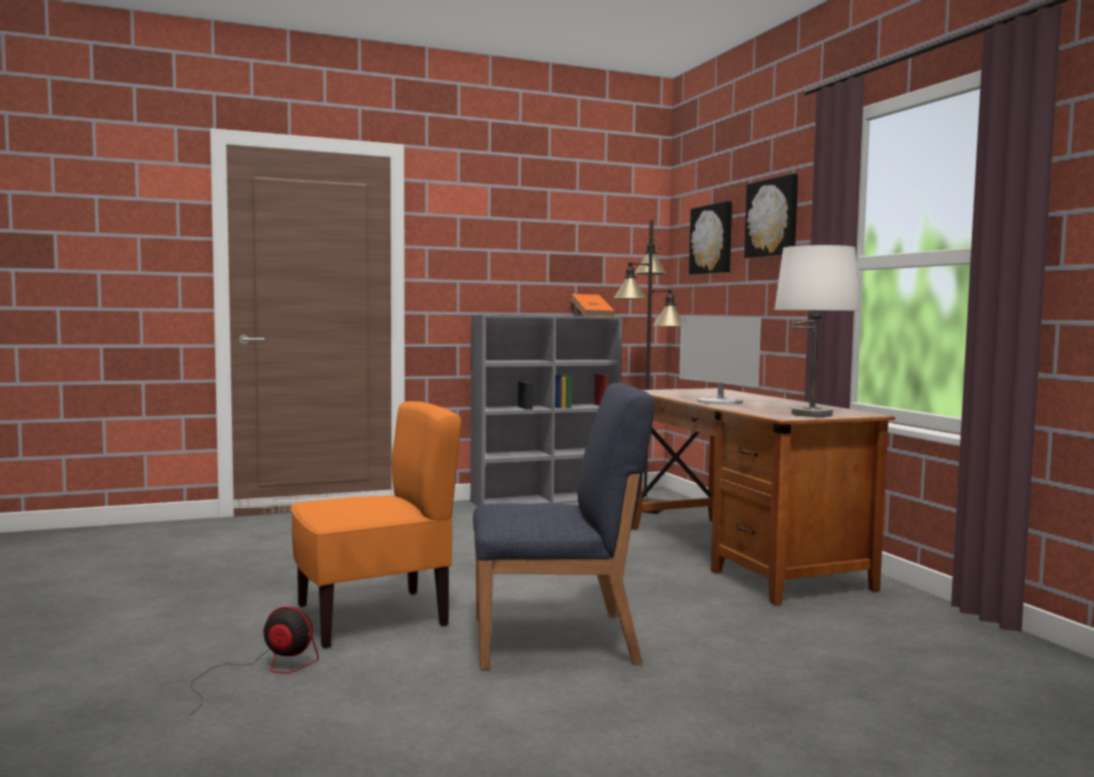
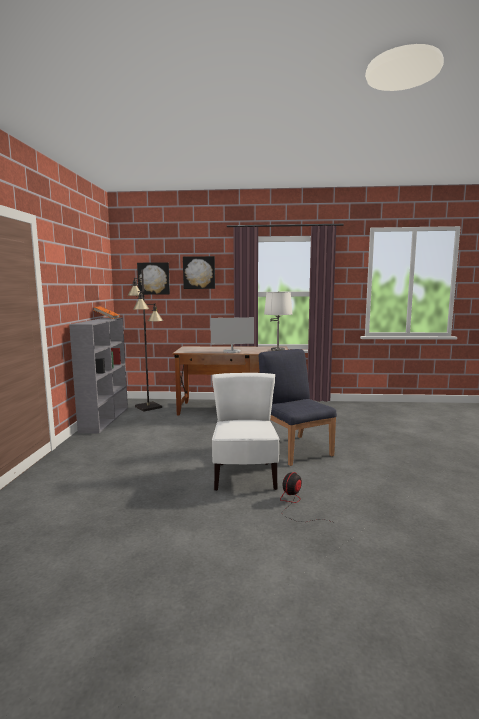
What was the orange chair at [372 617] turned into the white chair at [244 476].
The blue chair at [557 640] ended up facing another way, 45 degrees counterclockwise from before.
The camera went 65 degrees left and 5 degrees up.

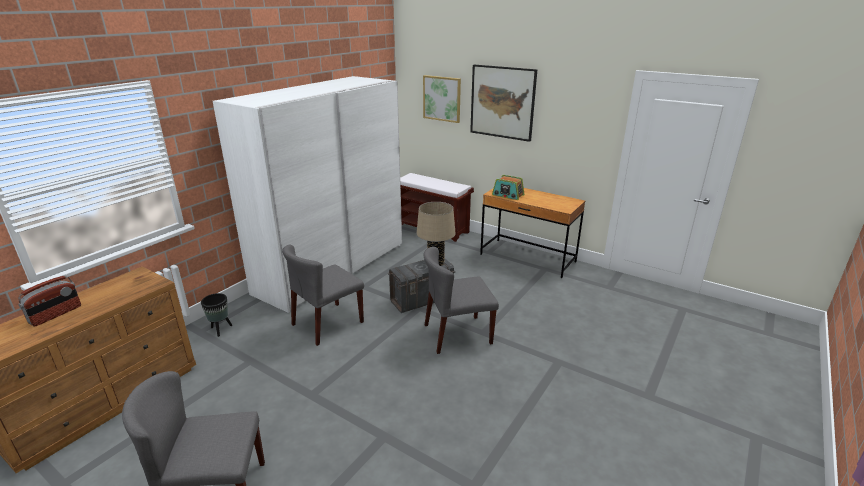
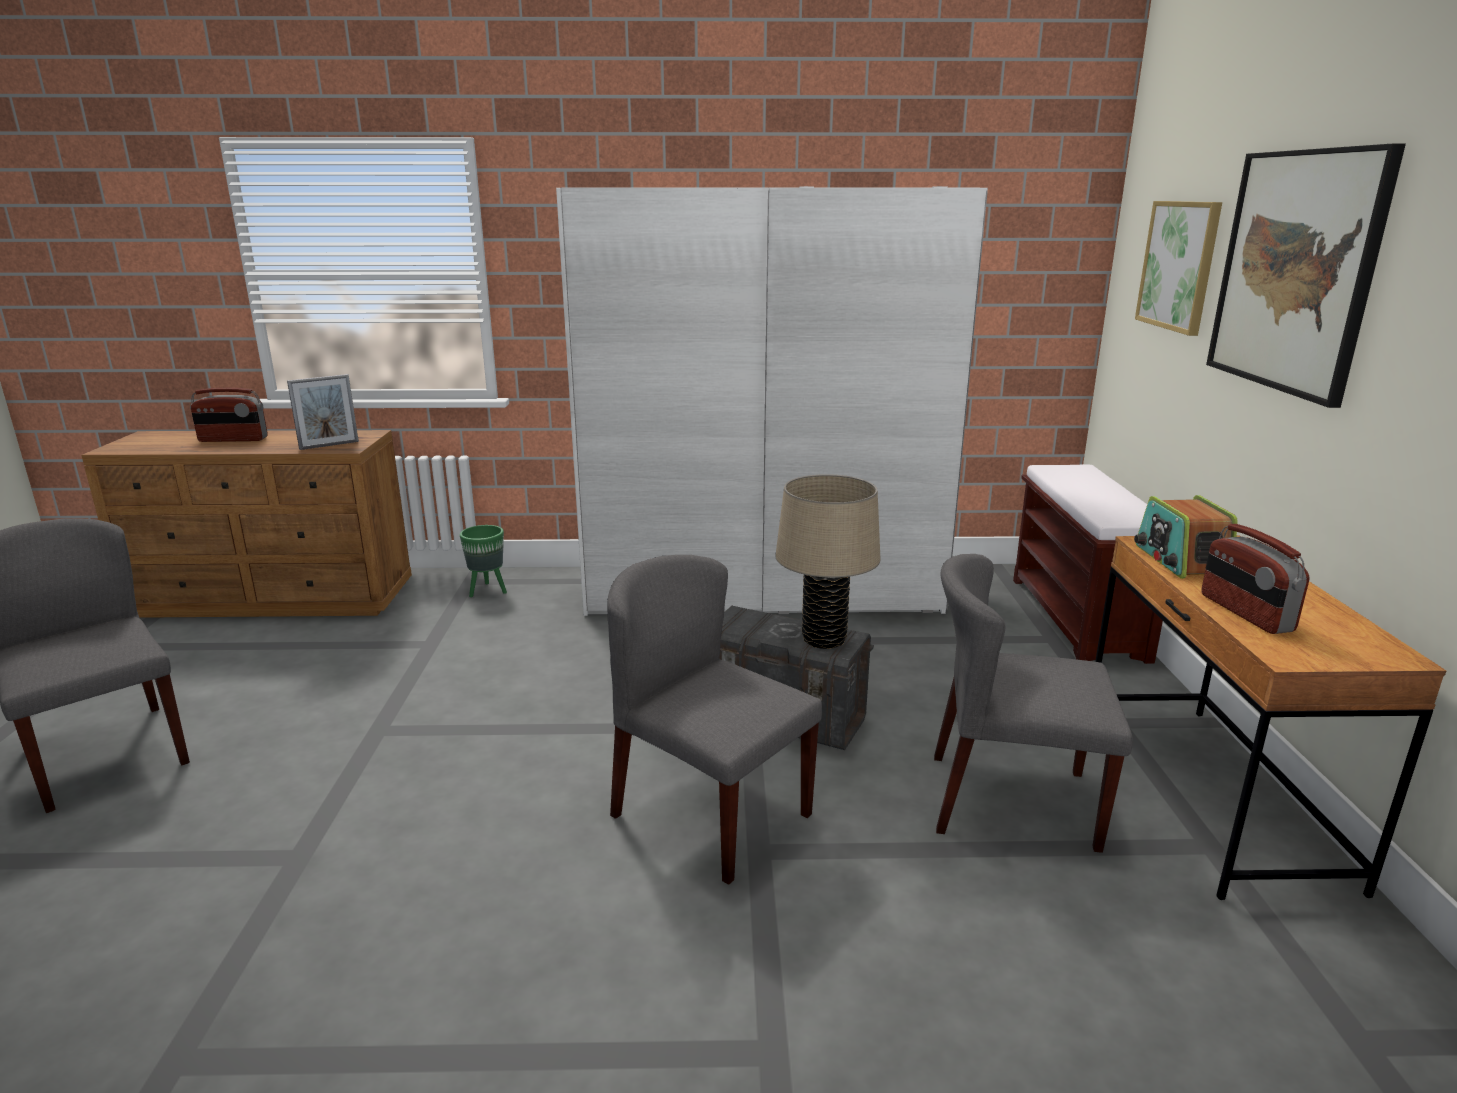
The second view gained the picture frame at [329 445].
The second view gained the radio at [1245 613].
The grey chair ended up elsewhere, having gone from [327 323] to [1010 801].
What was the black planter at [220 329] turned into the green planter at [488 591].
The camera went 55 degrees right and 5 degrees down.

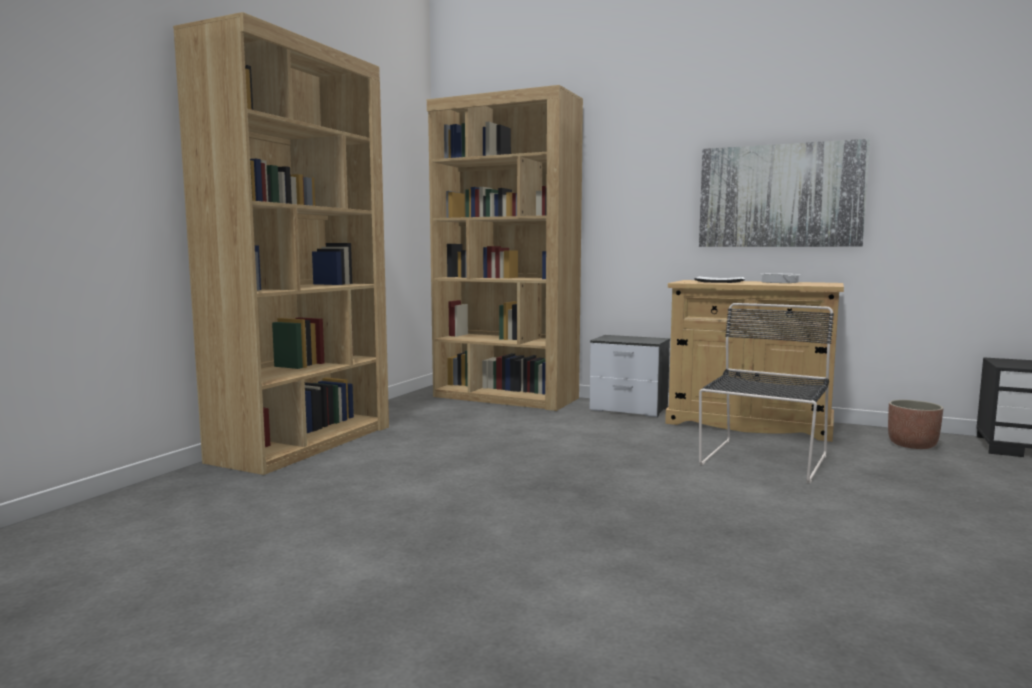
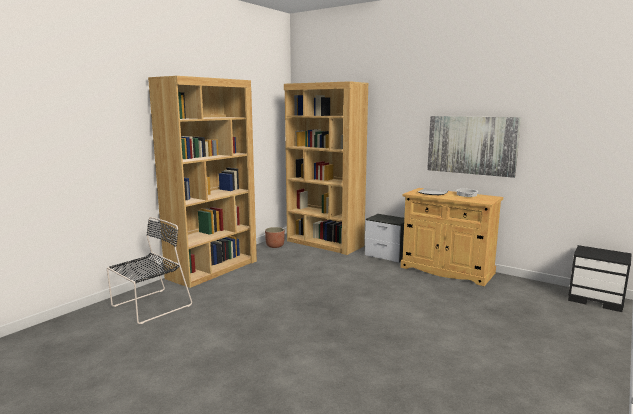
The black chair ended up elsewhere, having gone from [762 461] to [149 306].
The planter ended up elsewhere, having gone from [912 445] to [275 246].
The camera went 10 degrees right and 5 degrees up.

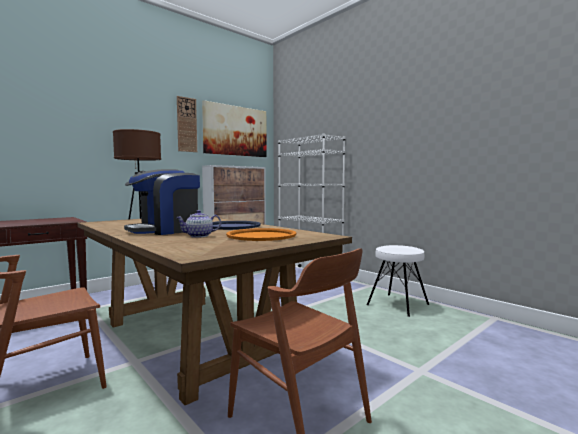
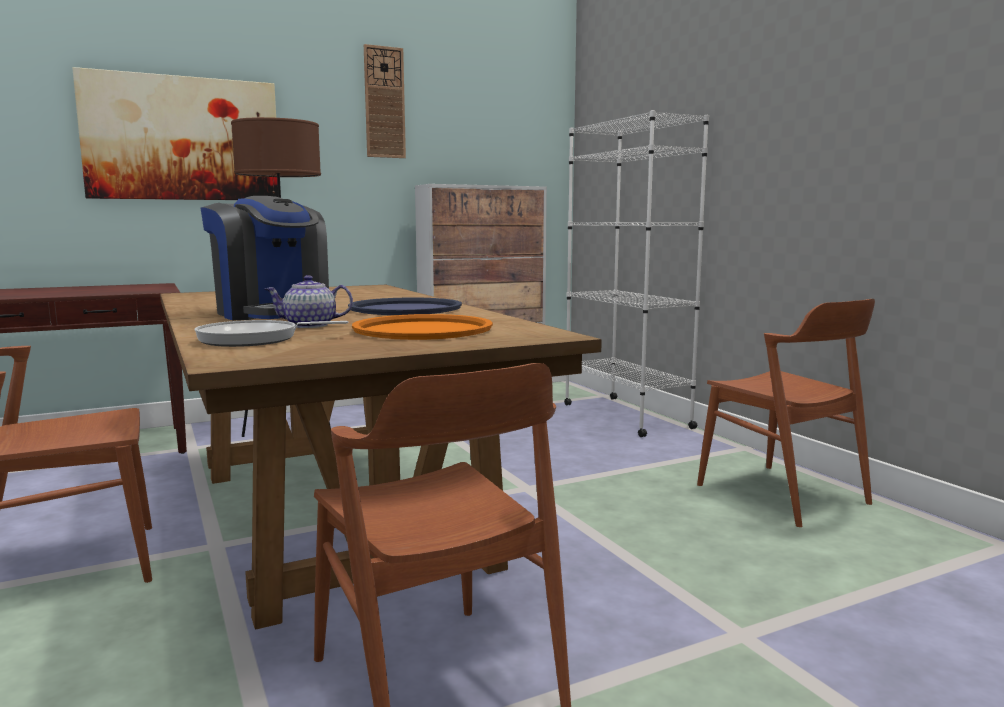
The second view gained the frying pan at [254 339].
The picture ended up elsewhere, having gone from [235 131] to [183 139].
Where the white stool stood at [398 304], the brown chair came to stand at [782 494].
The coffee machine at [165 230] ended up facing another way, 105 degrees counterclockwise from before.
The camera went 15 degrees right and 5 degrees up.

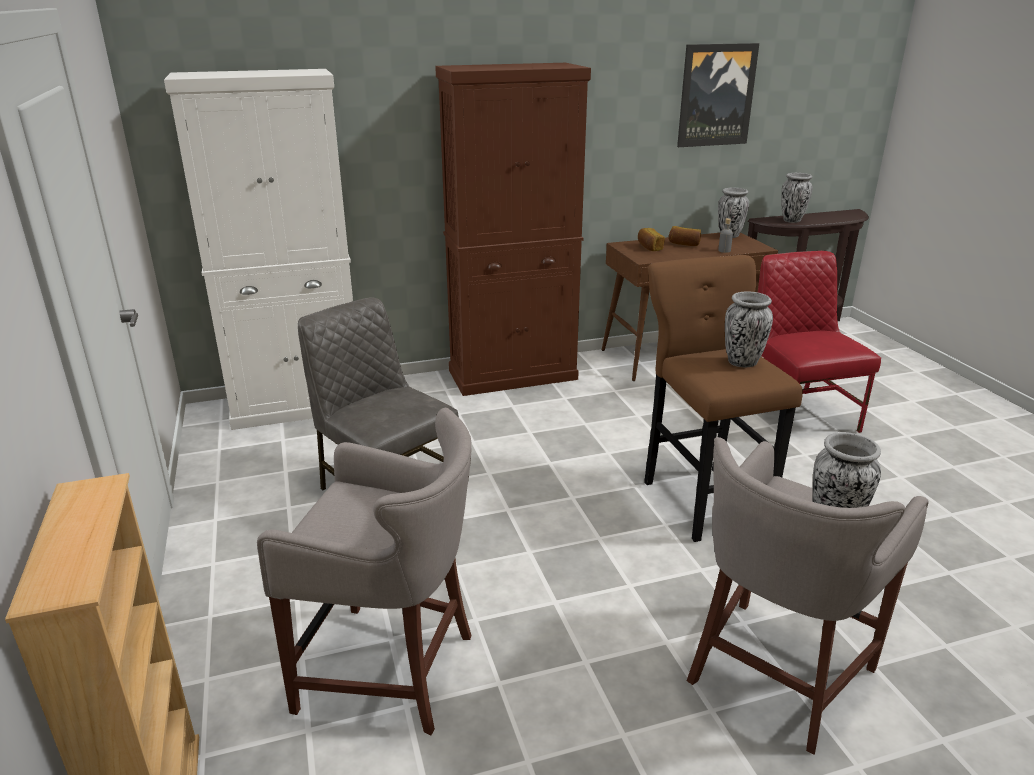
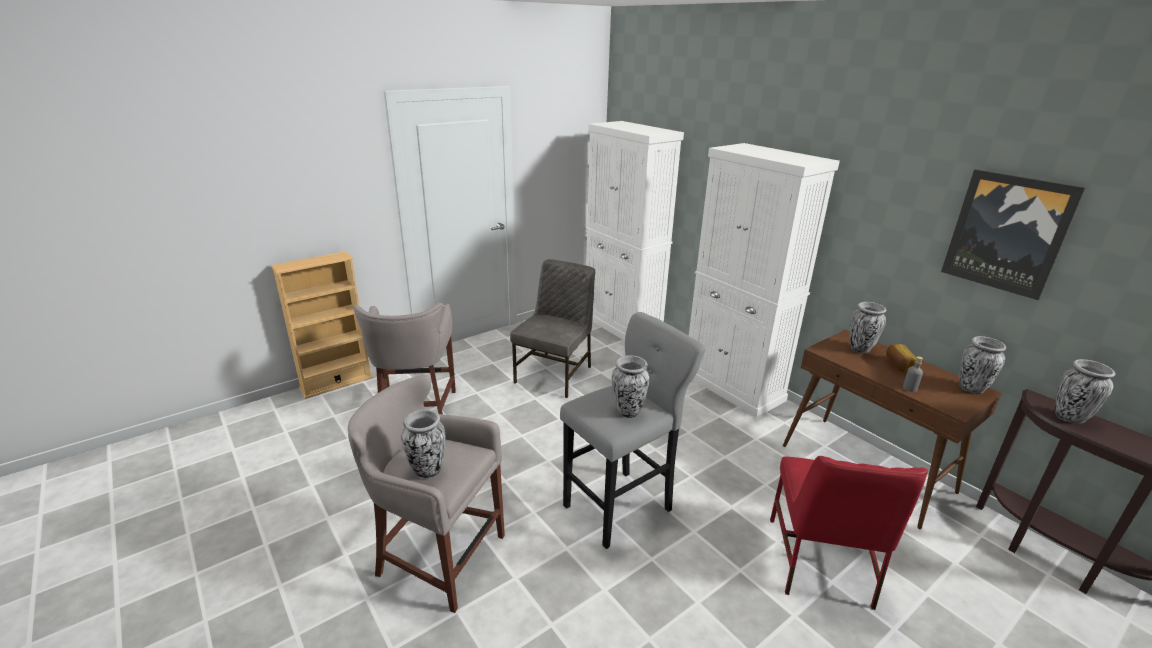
Where the bread stood at [649 247], the vase came to stand at [860 349].
What was the brown cabinet at [513 375] turned into the white cabinet at [733 387].
What was the brown stool at [702 499] turned into the grey stool at [621 505].
The red chair at [797 414] ended up facing another way, 135 degrees clockwise from before.
The camera went 70 degrees right and 0 degrees up.

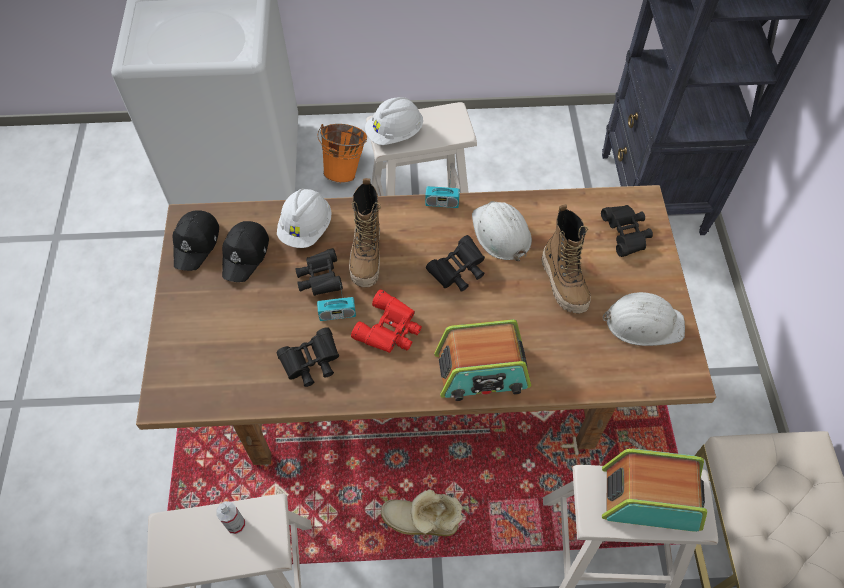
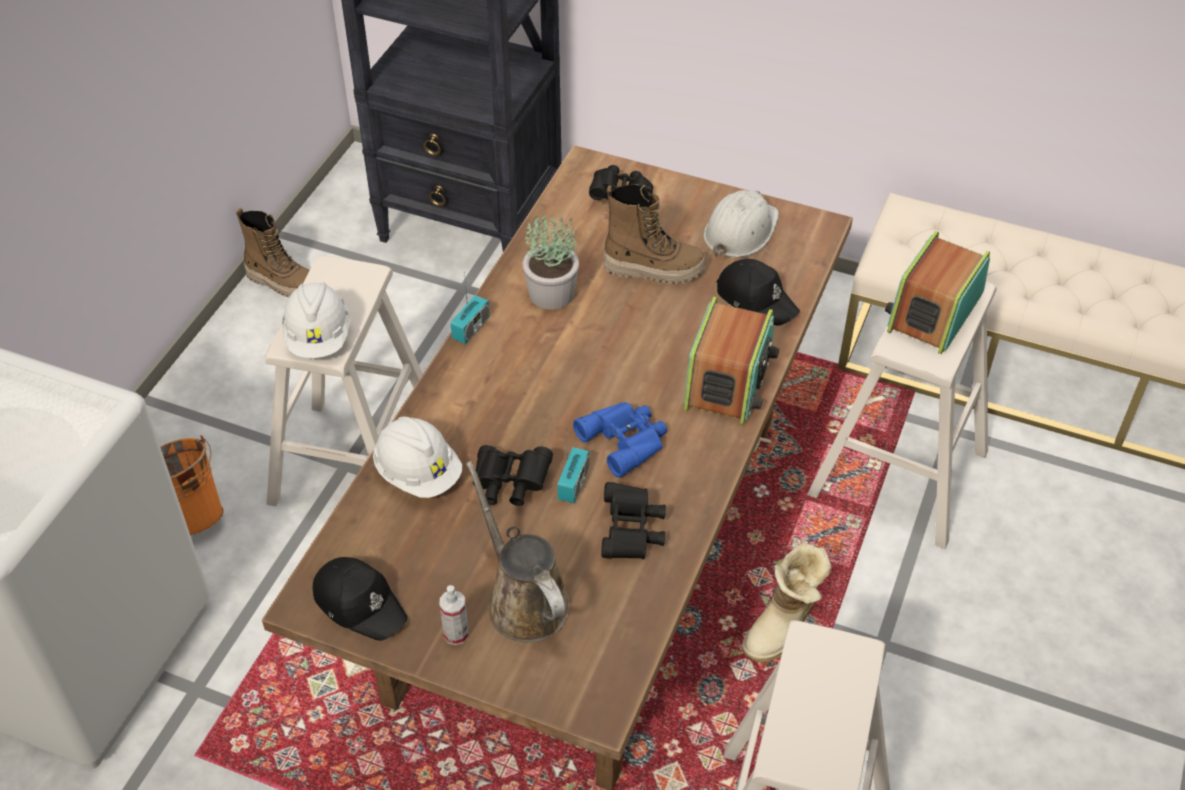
The second view lost the black binoculars at [458 272].
The second view gained the brown watering can at [523 600].
The spray bottle ended up elsewhere, having gone from [235 524] to [456 634].
The black cap ended up elsewhere, having gone from [246 254] to [756 299].
The boot ended up elsewhere, having gone from [367 257] to [282 282].
Where the white hard hat stood at [501 233], the potted plant came to stand at [552 294].
What was the red binoculars at [390 329] turned into the blue binoculars at [626 440].
The camera went 65 degrees left and 10 degrees down.

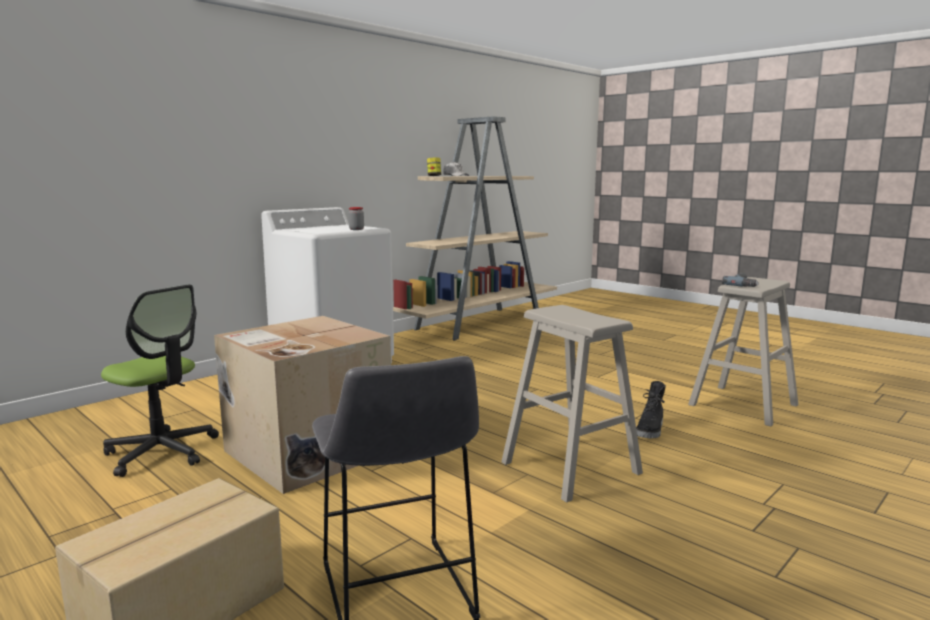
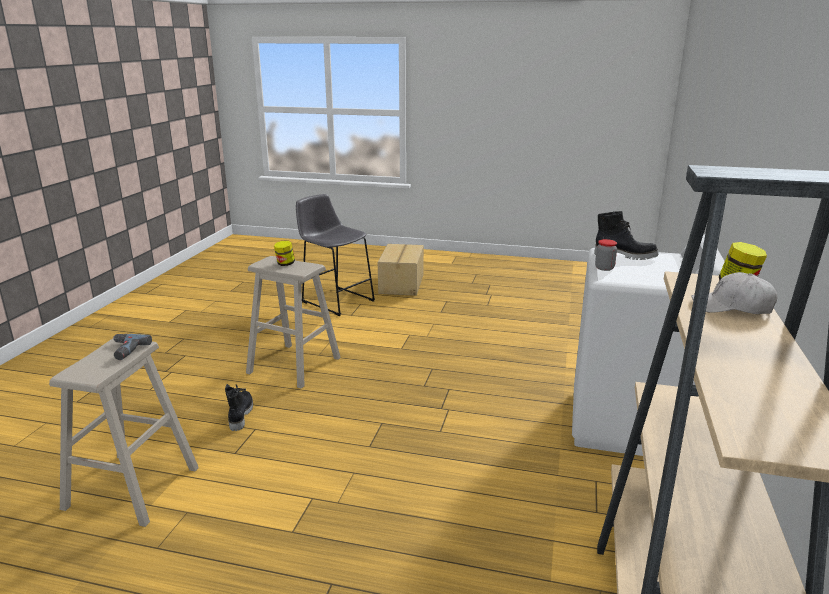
The second view lost the office chair at [162 452].
The second view lost the cardboard box at [305 451].
The second view gained the jar at [285 264].
The second view gained the black boot at [625 256].
The camera went 150 degrees right and 10 degrees up.

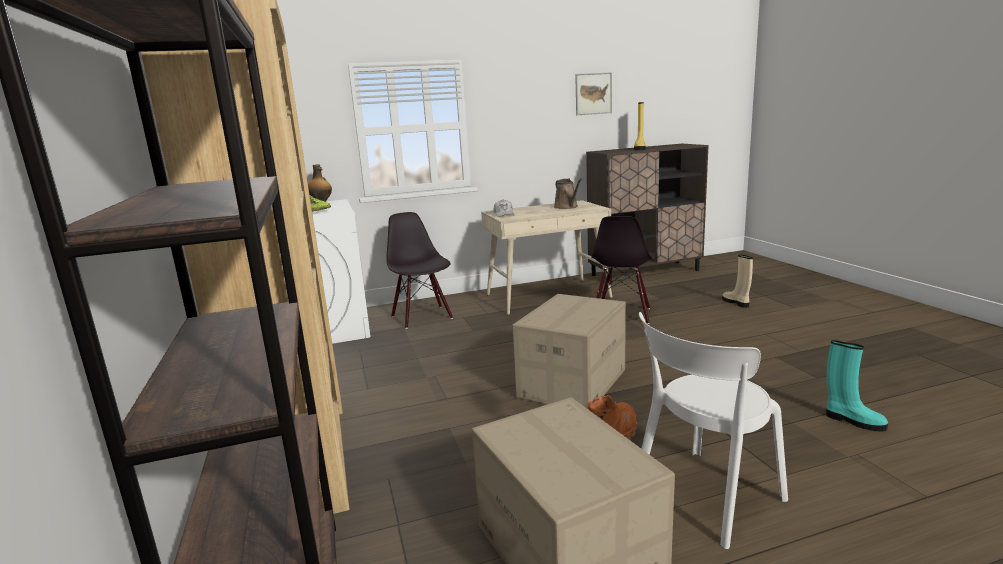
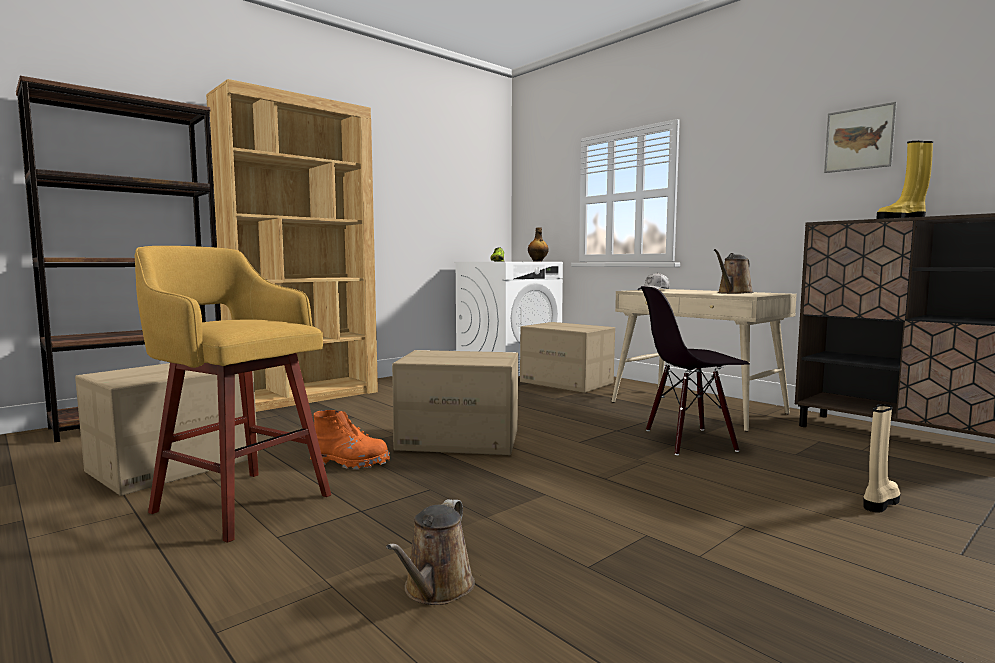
Where the black chair stood at [422 317], the cardboard box came to stand at [567 382].
Where the white chair stood at [704 497], the yellow stool came to stand at [239 502].
Where the turquoise boot stood at [853 421], the brown watering can came to stand at [436 589].
The camera went 65 degrees right and 10 degrees down.

